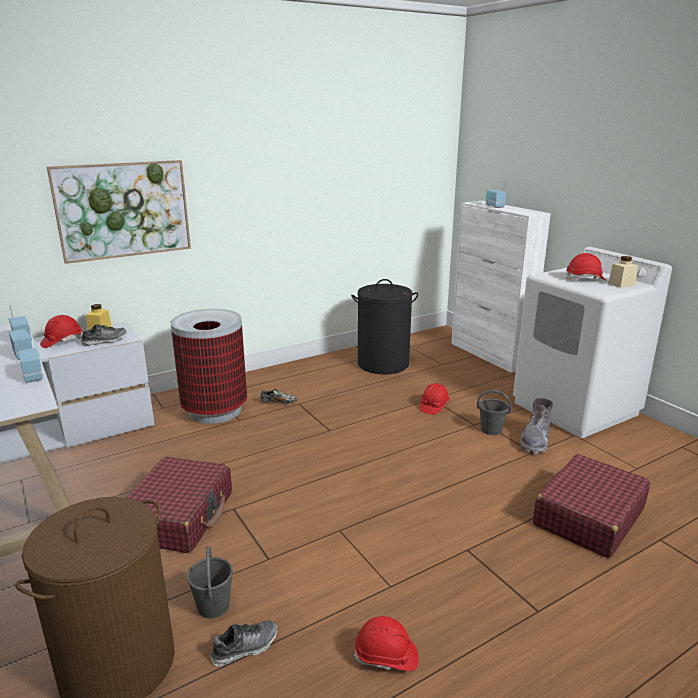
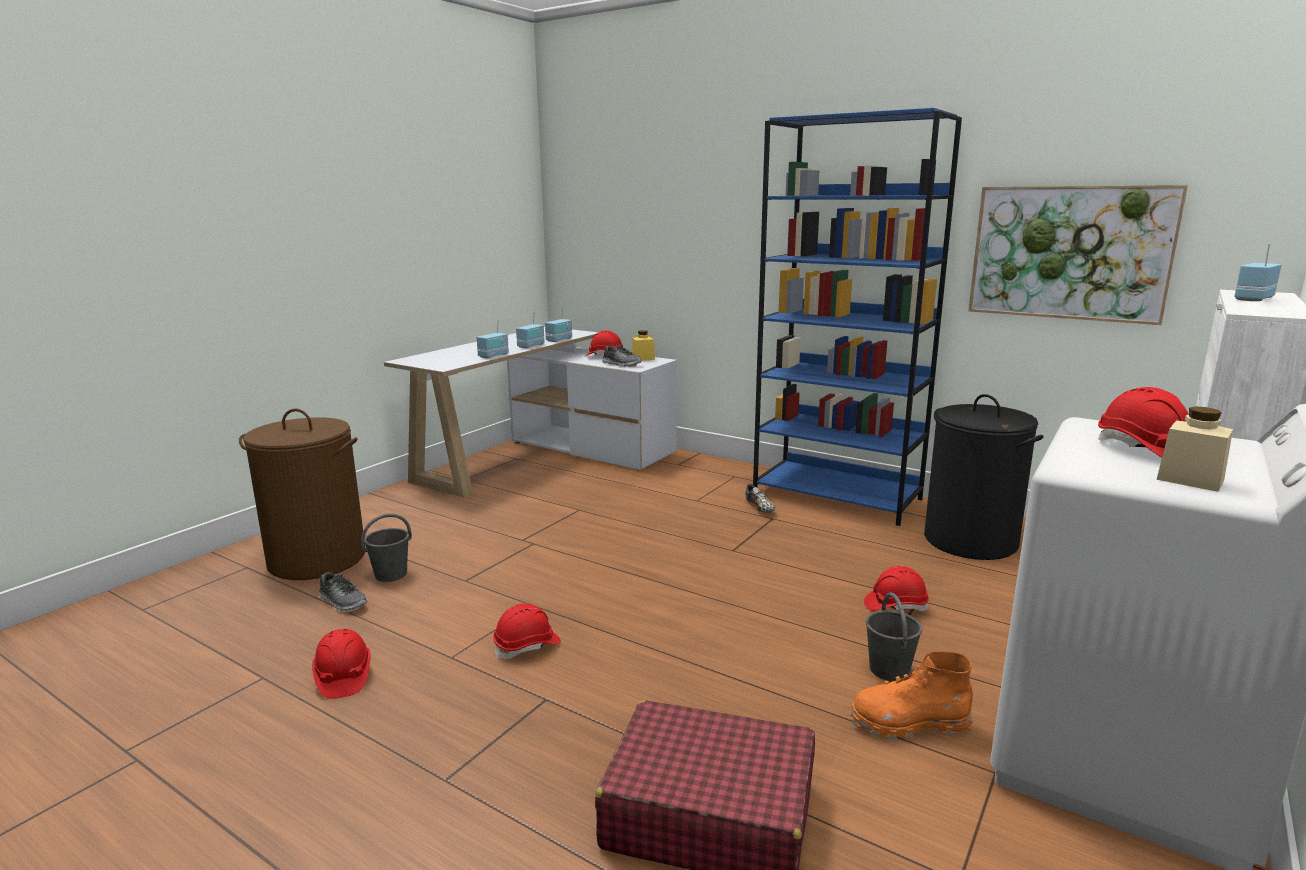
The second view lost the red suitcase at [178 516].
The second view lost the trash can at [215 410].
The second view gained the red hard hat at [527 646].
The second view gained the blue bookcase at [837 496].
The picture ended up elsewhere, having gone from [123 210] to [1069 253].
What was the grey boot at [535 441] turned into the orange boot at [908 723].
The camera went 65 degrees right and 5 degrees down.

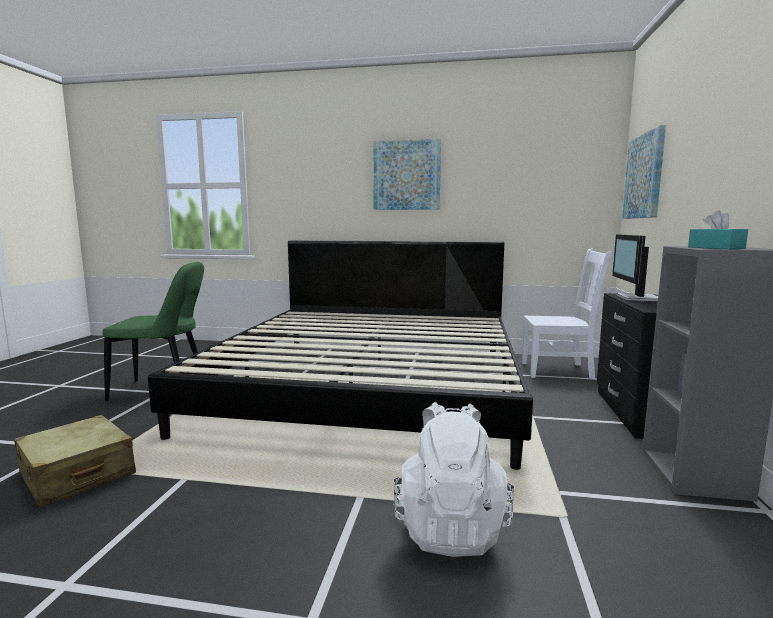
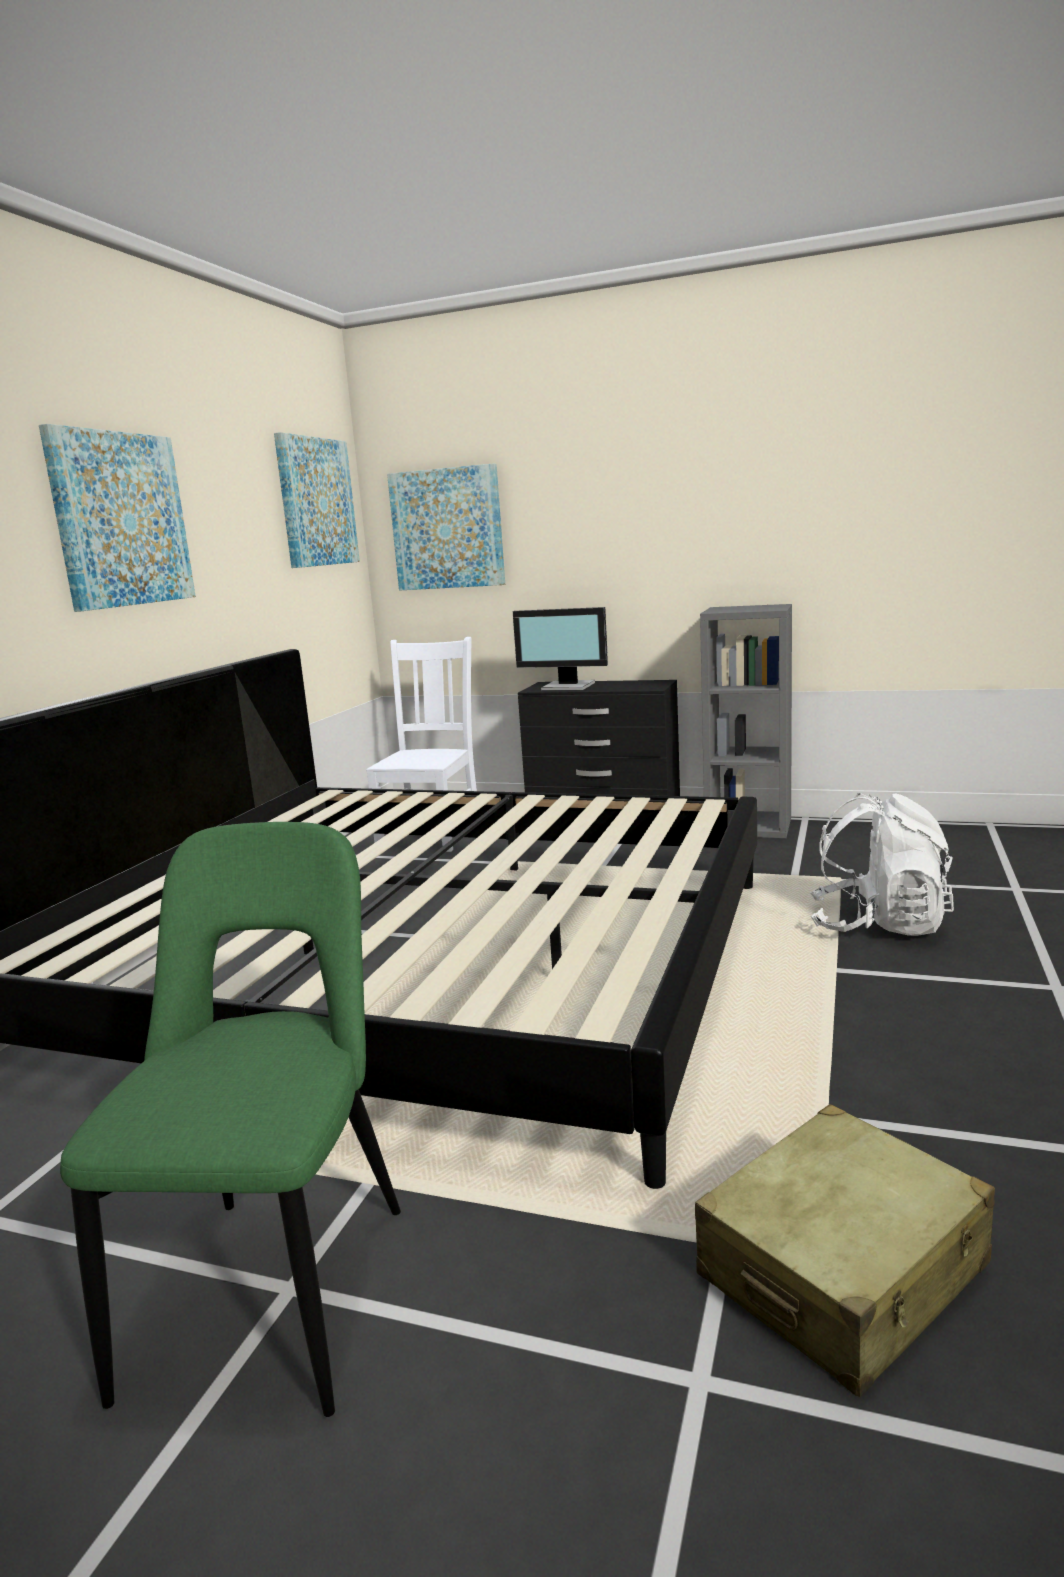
The second view lost the turquoise tissue box at [715 248].
The second view gained the picture at [316 502].
The camera went 80 degrees left and 5 degrees up.

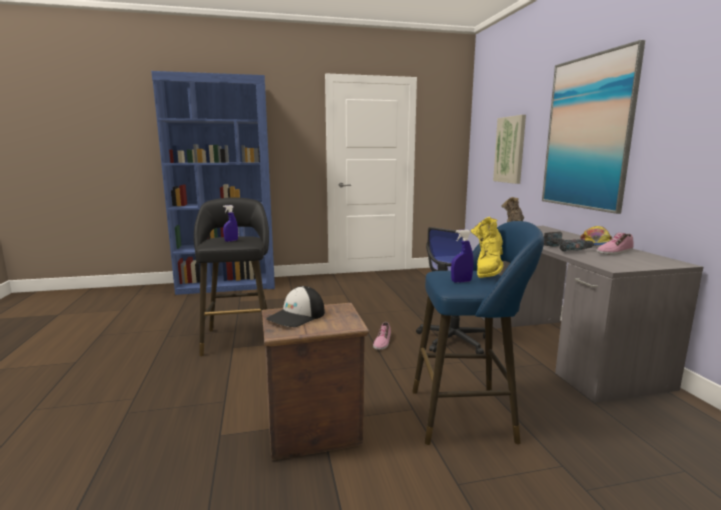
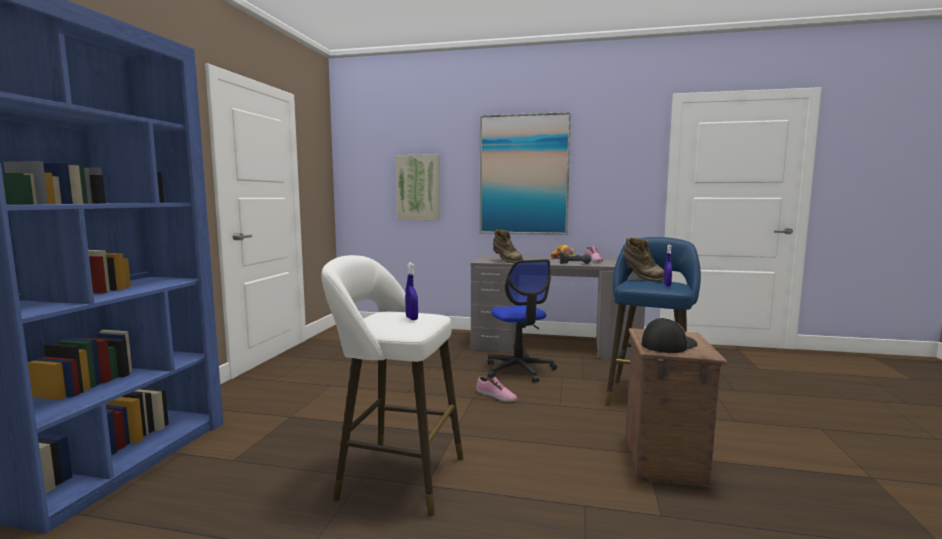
What was the black stool at [238 337] turned into the white stool at [395 476].
What was the yellow boot at [489 272] turned into the brown boot at [641 278].
The cap at [297 316] ended up facing another way, 105 degrees counterclockwise from before.
The camera went 65 degrees left and 5 degrees down.

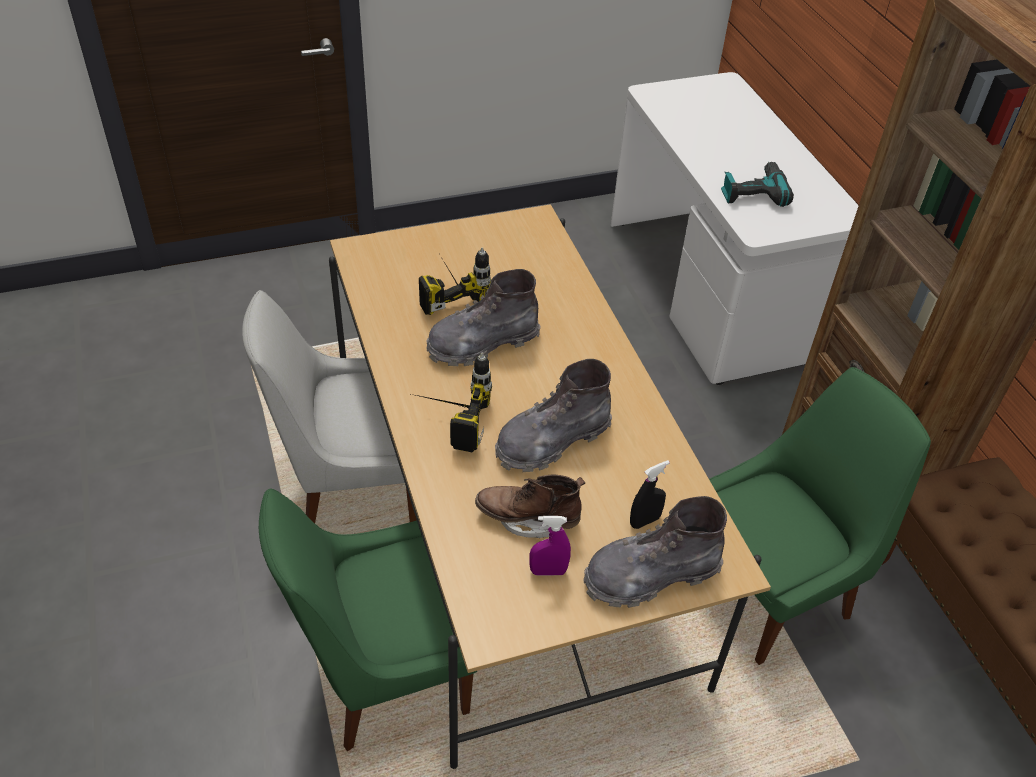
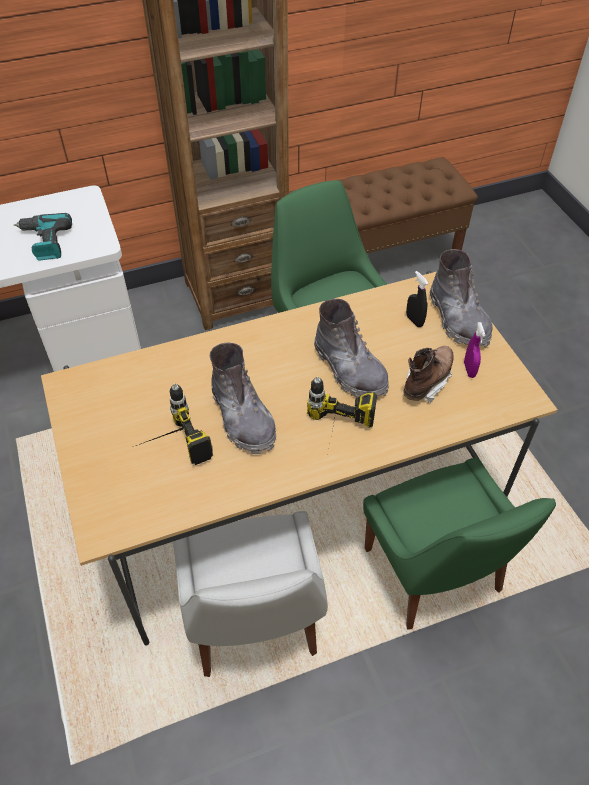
The brown boot at [528 518] ended up facing another way, 150 degrees counterclockwise from before.
The camera went 90 degrees left and 5 degrees up.

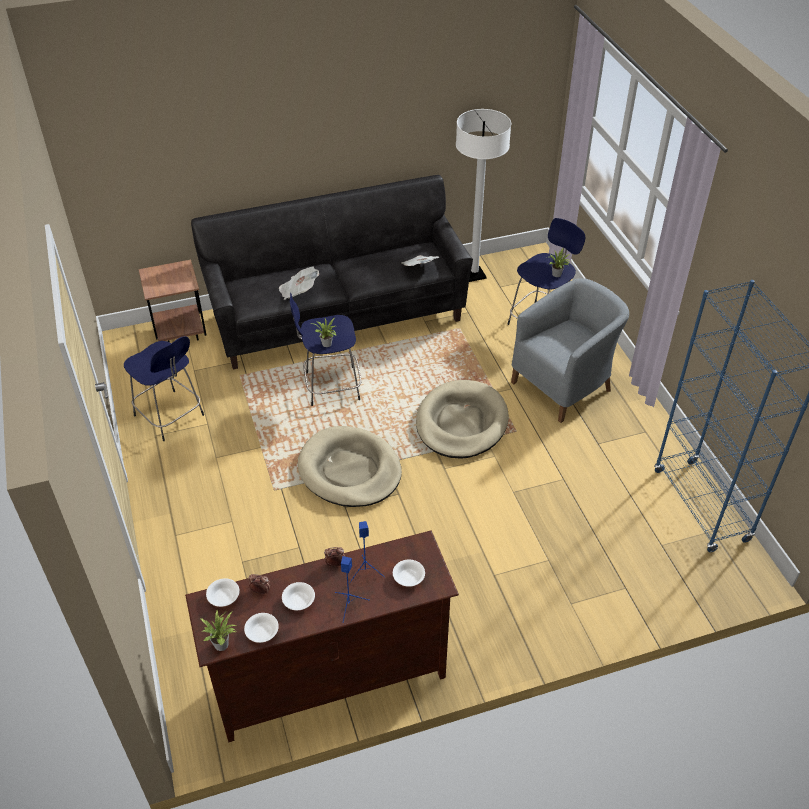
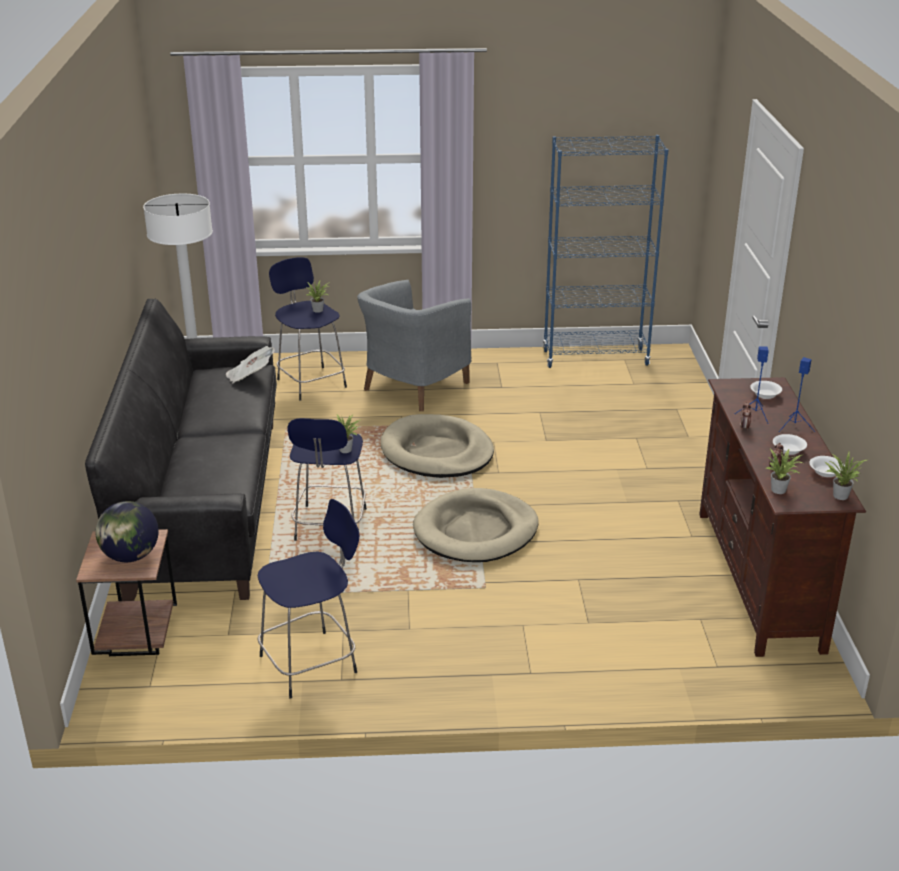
The second view lost the newspaper at [298 291].
The second view gained the globe at [130 556].
Where the white bowl stood at [224 597], the potted plant came to stand at [780 490].
The grey armchair at [564 385] ended up facing another way, 120 degrees counterclockwise from before.
The camera went 75 degrees left and 15 degrees down.

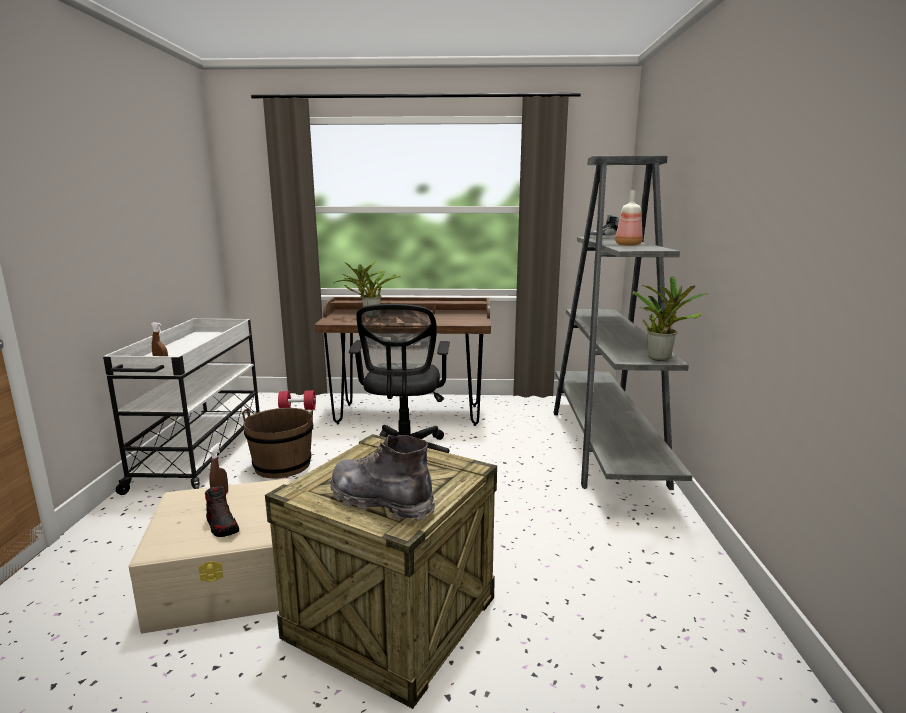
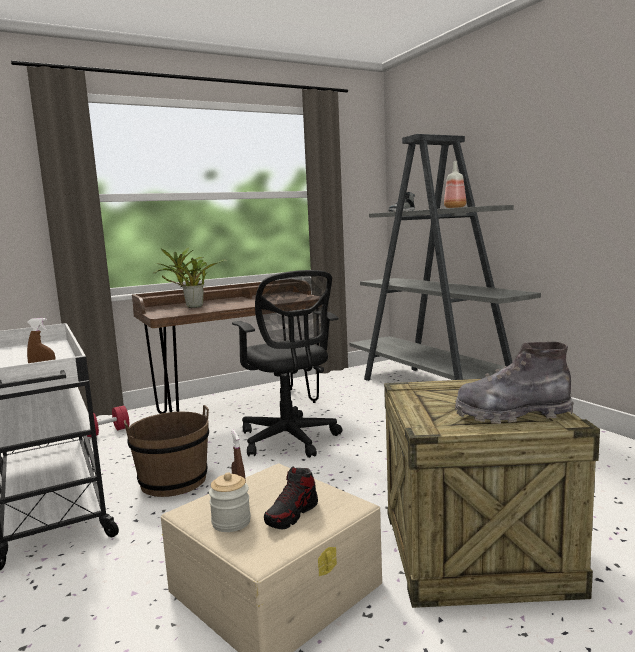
The second view lost the potted plant at [660 358].
The second view gained the jar at [231 522].
The shoe at [222 525] ended up facing another way, 105 degrees clockwise from before.
The camera went 30 degrees left and 5 degrees down.

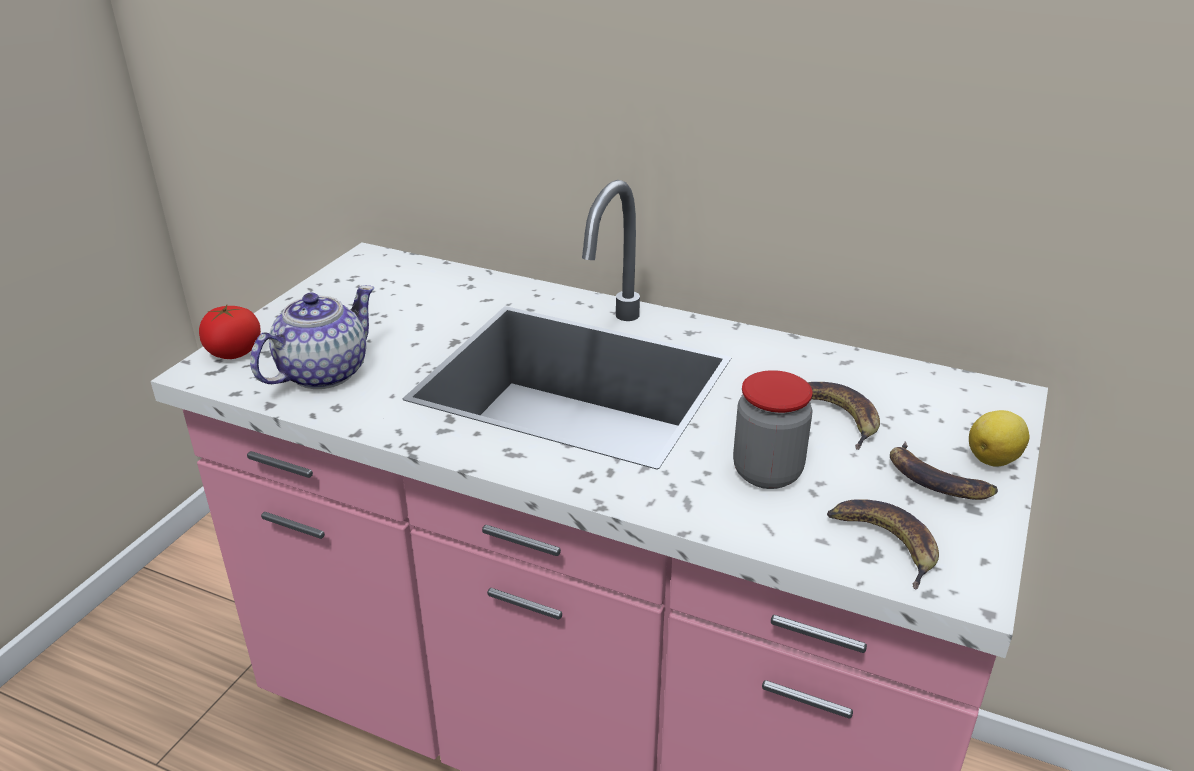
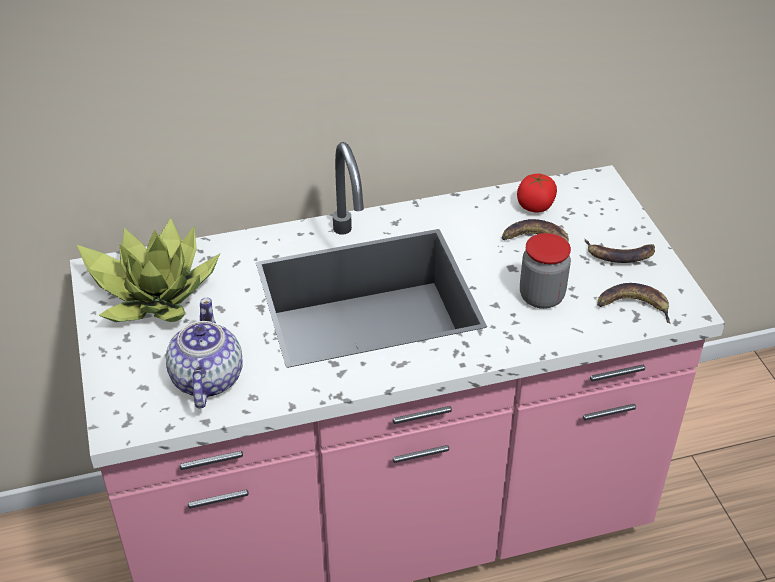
The second view lost the lemon at [994 459].
The second view gained the potted plant at [154 293].
The tomato ended up elsewhere, having gone from [235 352] to [535 206].
The camera went 40 degrees left and 10 degrees up.

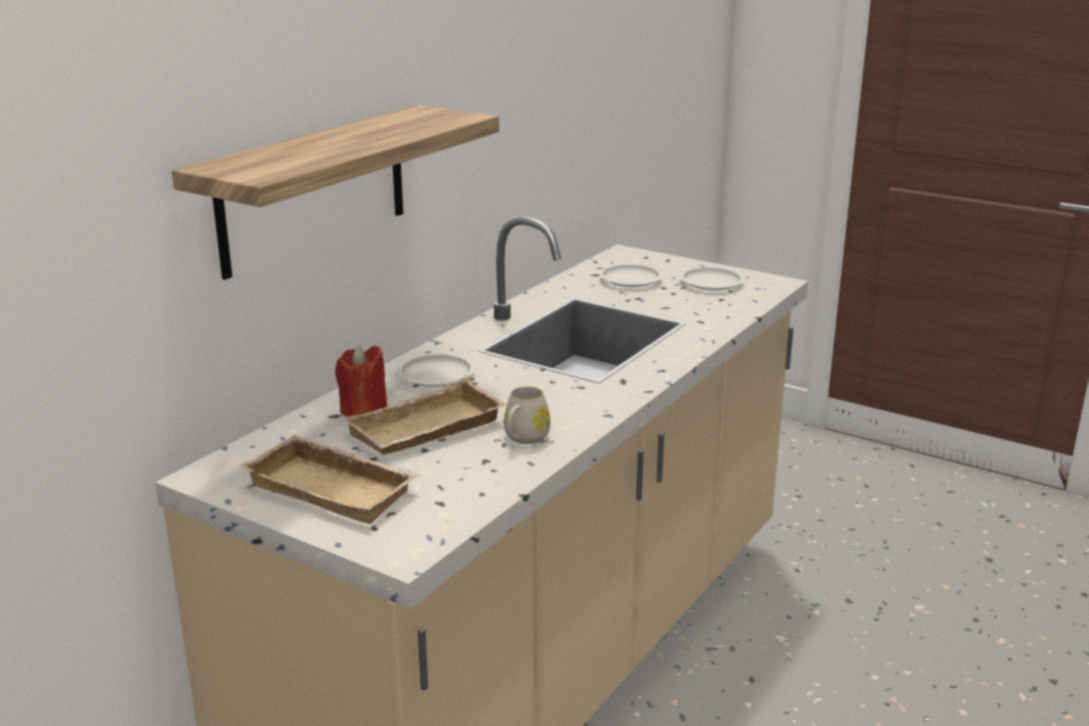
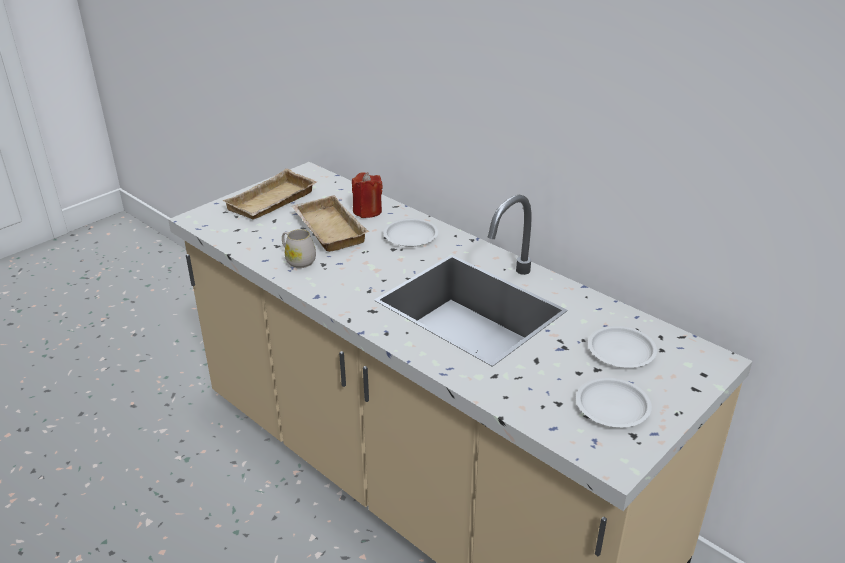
The second view lost the shelf at [314 189].
The camera went 100 degrees right and 10 degrees up.

